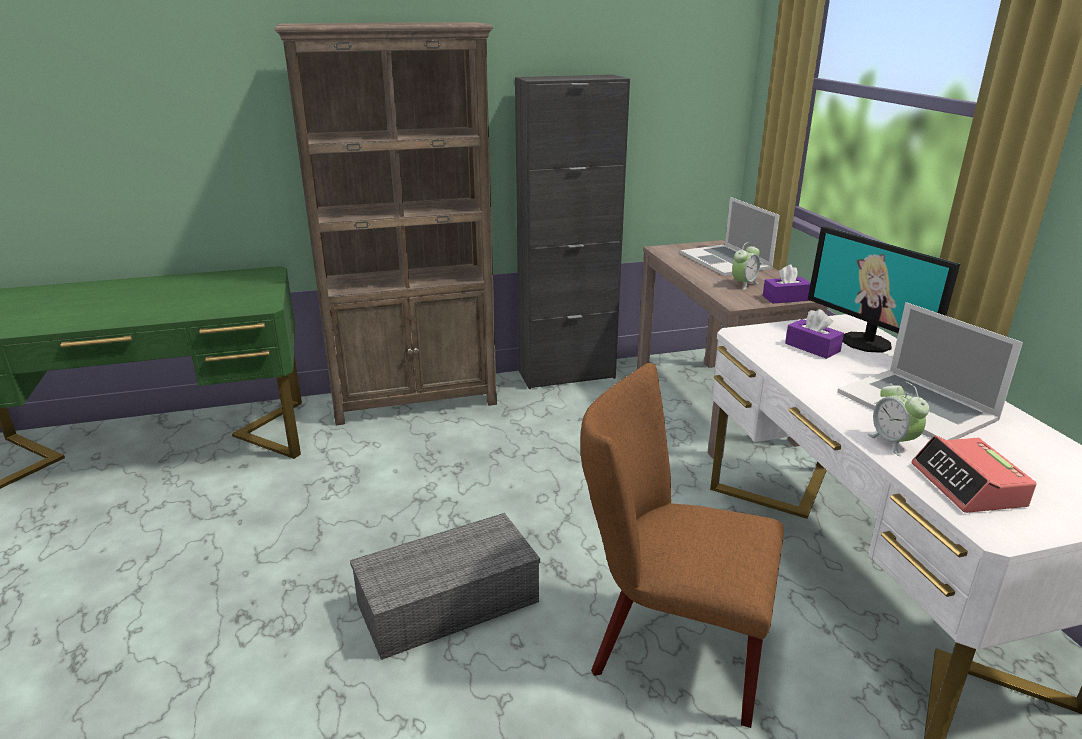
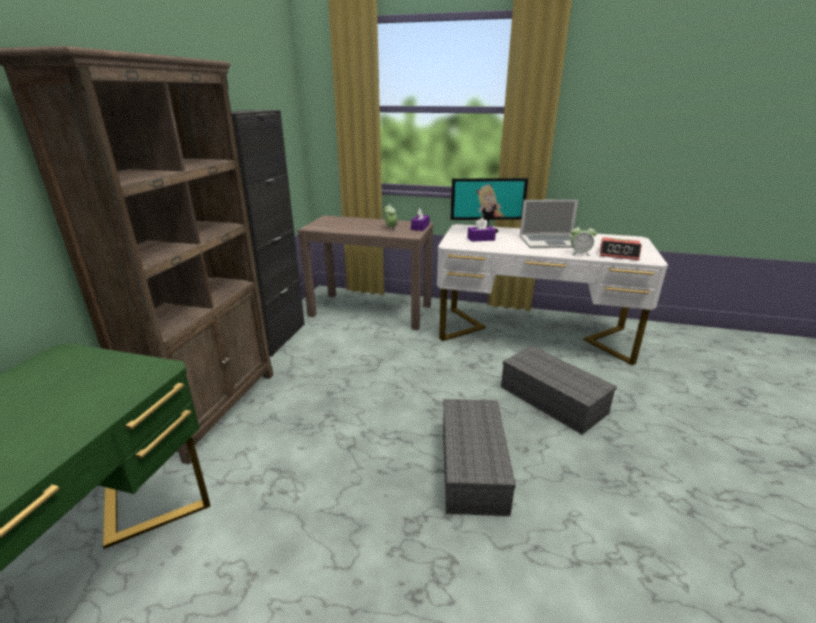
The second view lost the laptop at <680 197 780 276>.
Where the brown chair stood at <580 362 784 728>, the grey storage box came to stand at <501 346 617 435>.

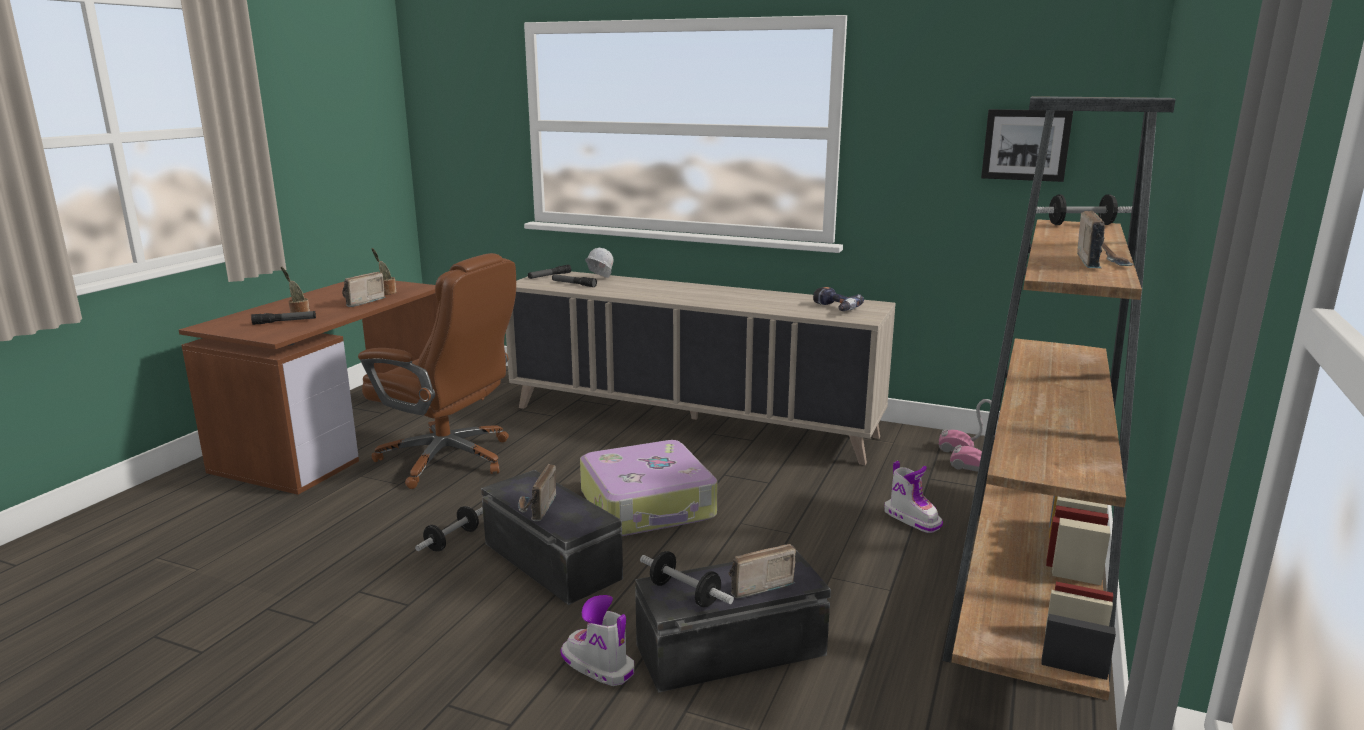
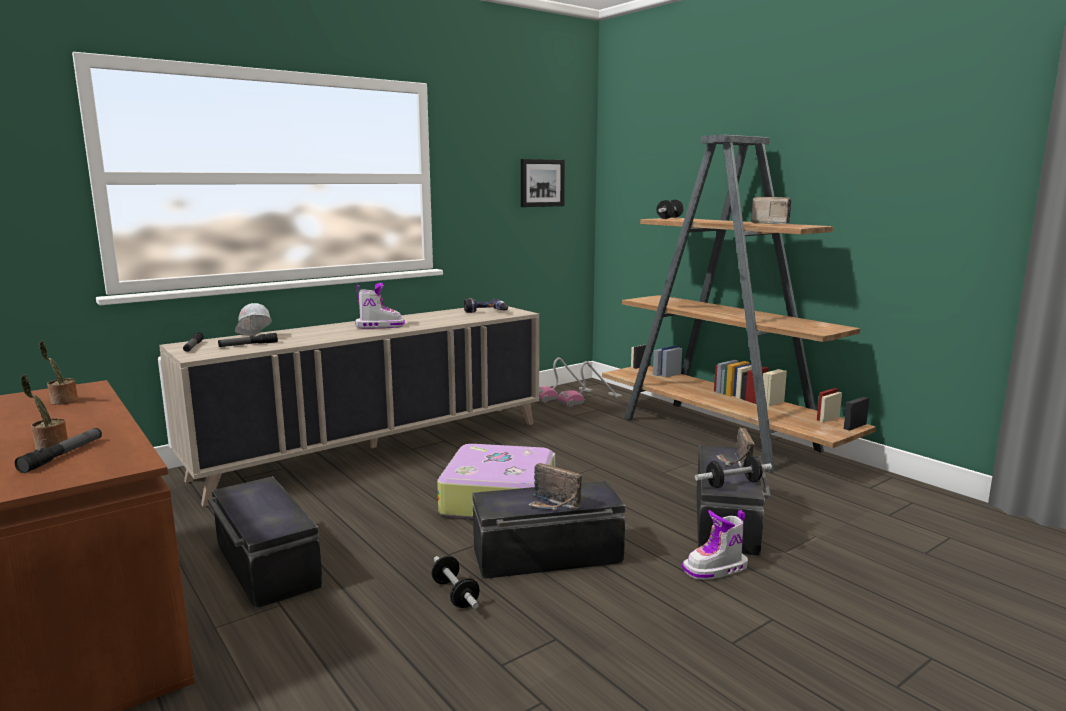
Where the brown office chair stood at <358 253 516 489>, the black storage box came to stand at <208 476 323 609>.
The second view lost the radio at <342 272 386 307>.
The boot ended up elsewhere, having gone from <884 461 943 533> to <355 283 405 329>.

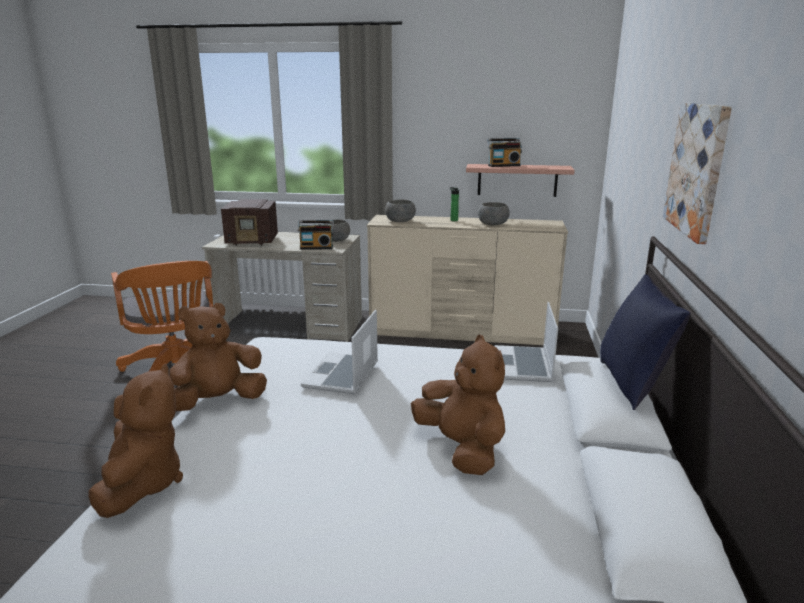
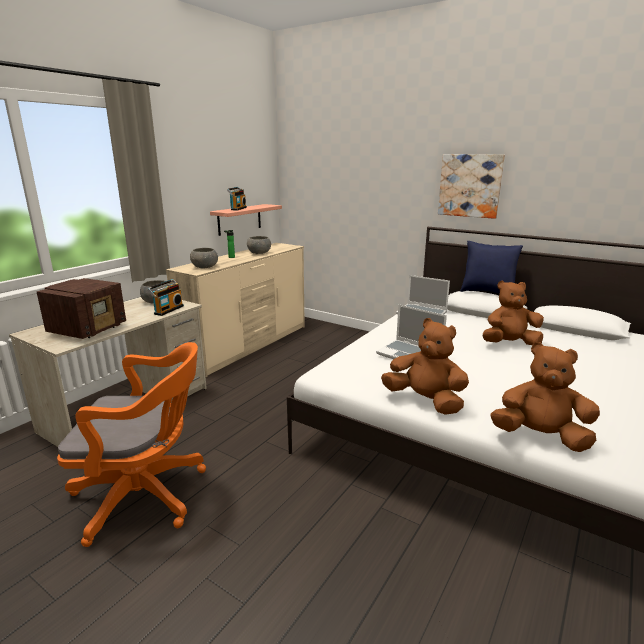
The brown plush toy at <169 303 267 411> ended up facing another way, 135 degrees clockwise from before.

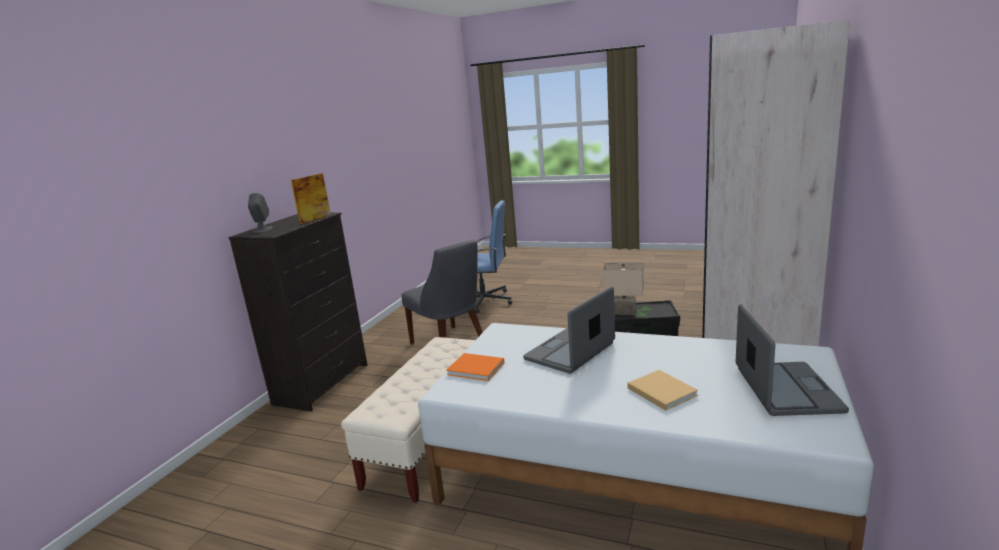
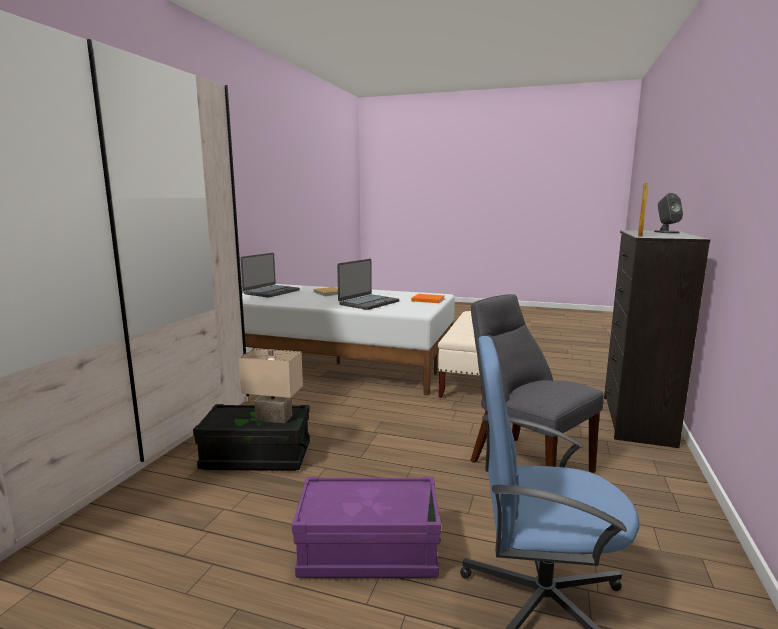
The laptop at <736 304 849 416> ended up facing another way, 150 degrees counterclockwise from before.
The second view gained the purple storage box at <292 477 441 578>.

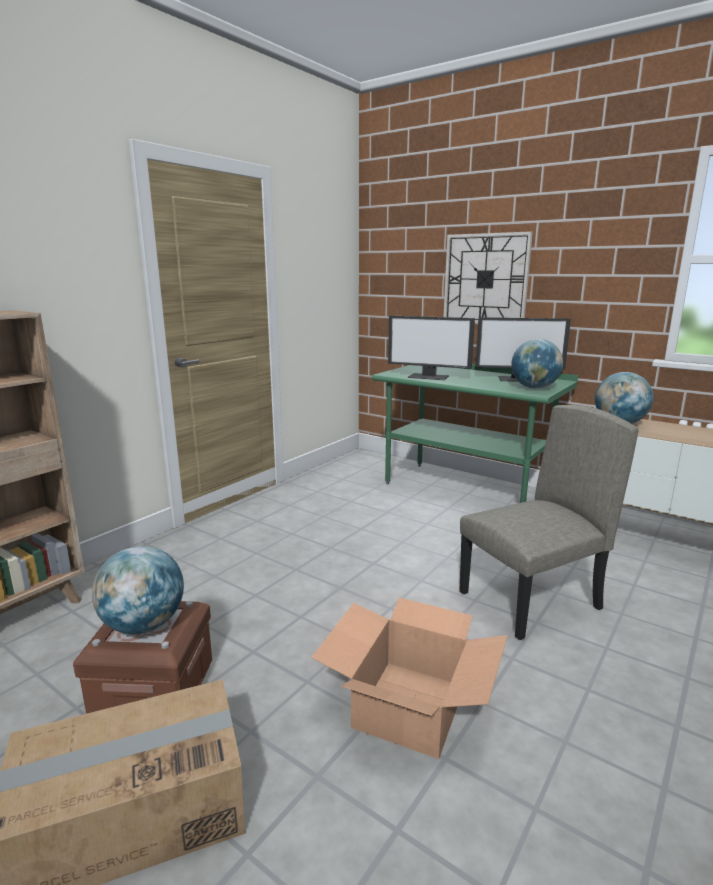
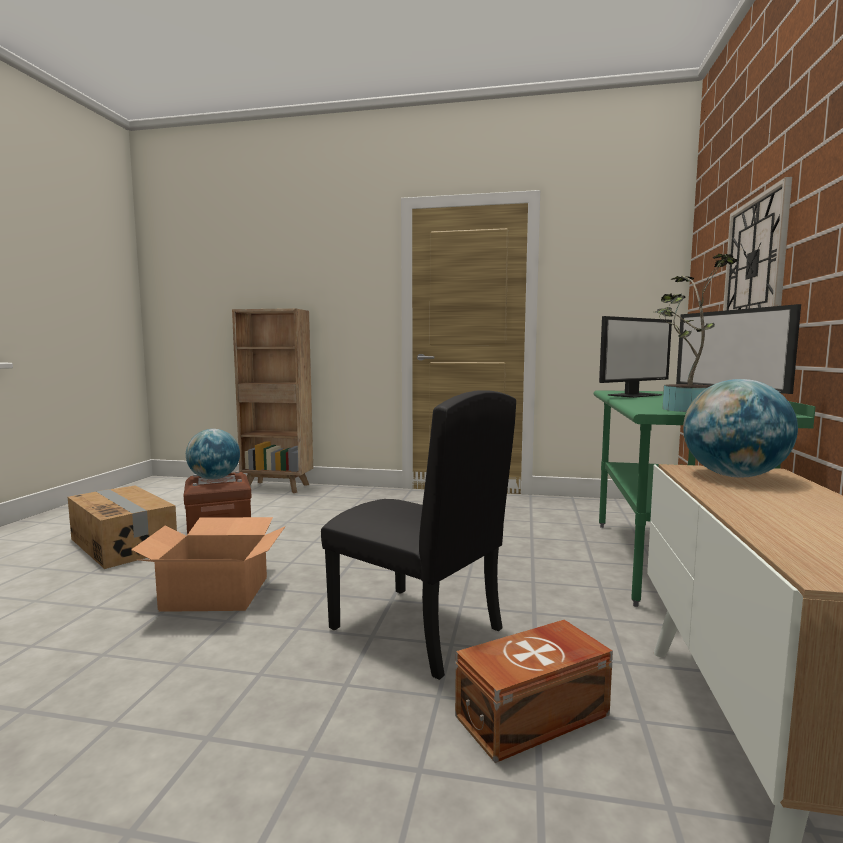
The monitor at <388 316 475 380> ended up facing another way, 120 degrees counterclockwise from before.
Where the globe stood at <511 339 563 389>, the potted plant came to stand at <655 253 738 412>.
What was the beige chair at <459 405 639 640> turned into the black chair at <321 390 516 680>.
The second view gained the brown storage box at <455 620 613 763>.

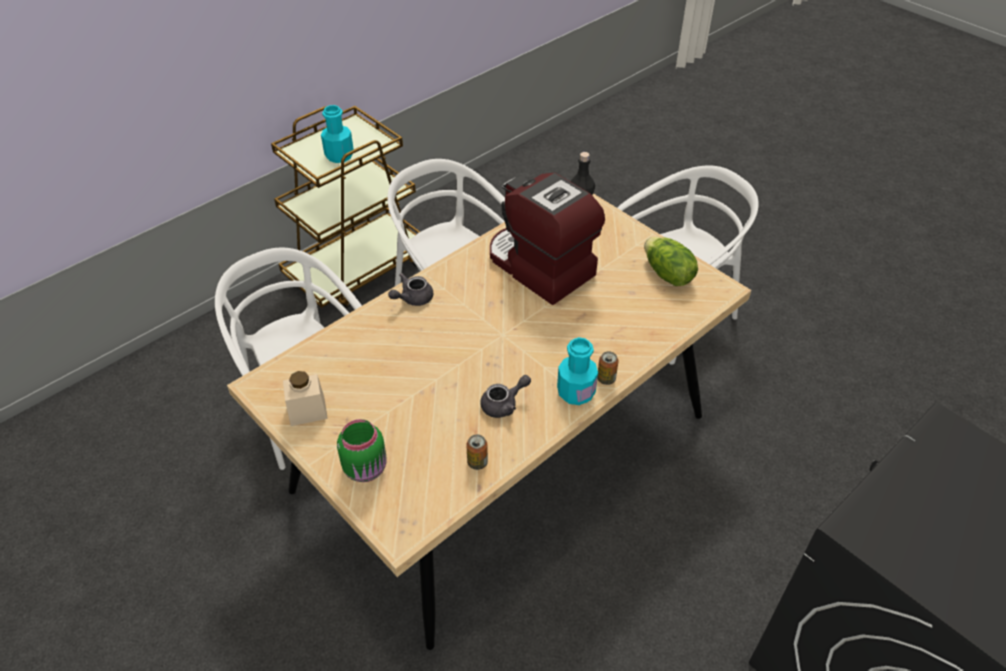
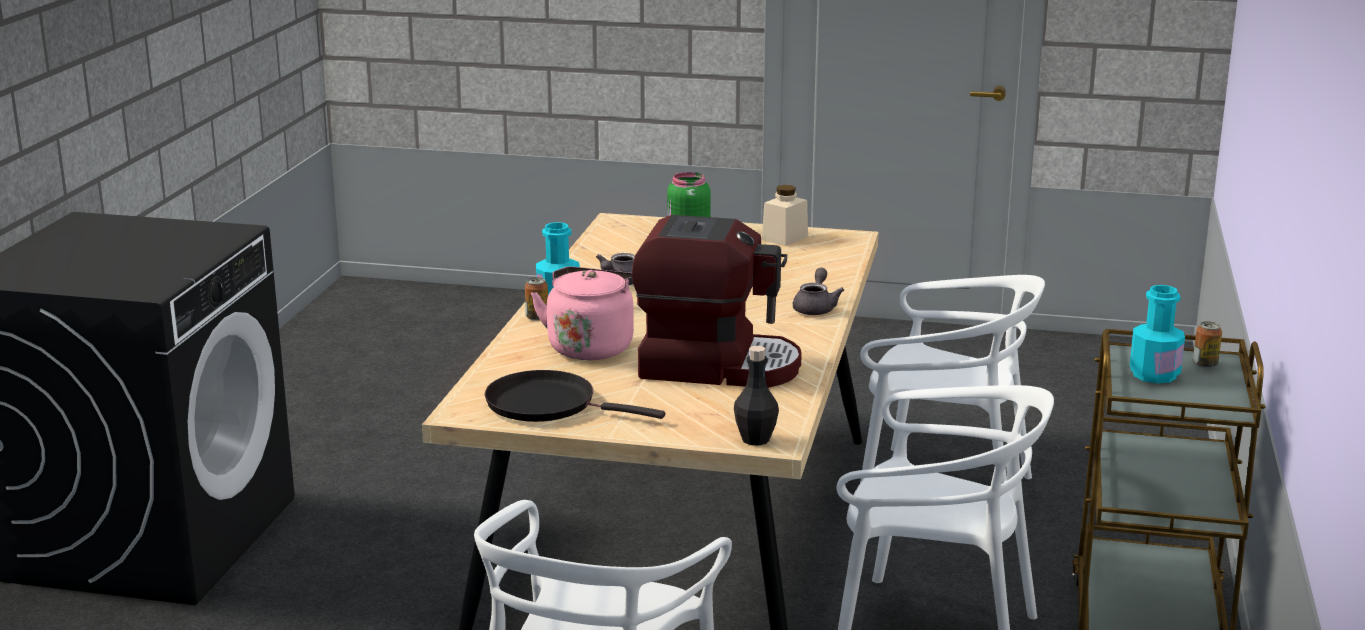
Where the lettuce stood at <644 237 698 286>, the black frying pan came to stand at <485 370 665 422>.
The can ended up elsewhere, having gone from <466 434 488 470> to <1193 321 1222 368>.
The second view gained the pink kettle at <531 267 634 360>.

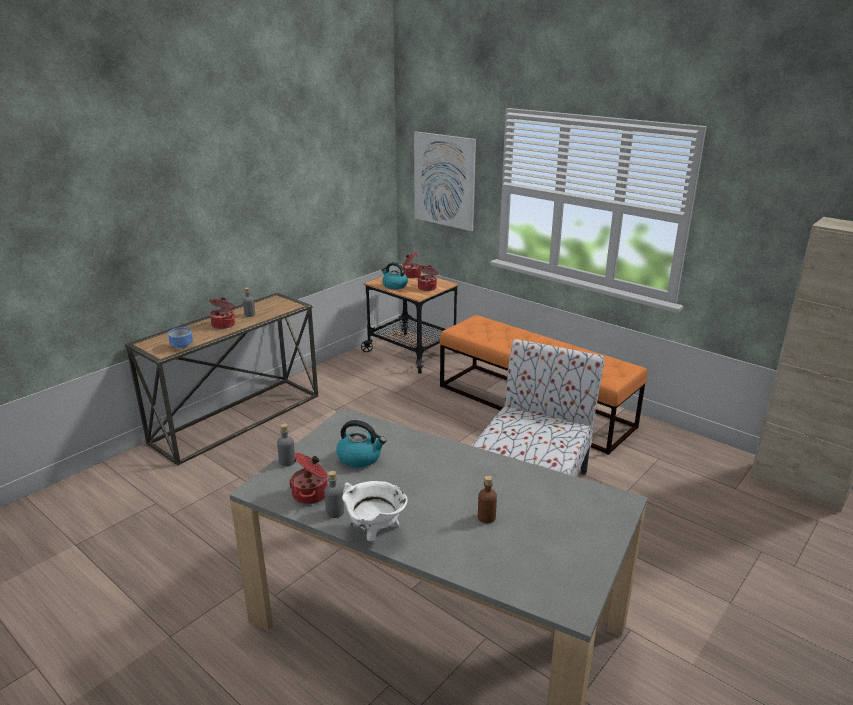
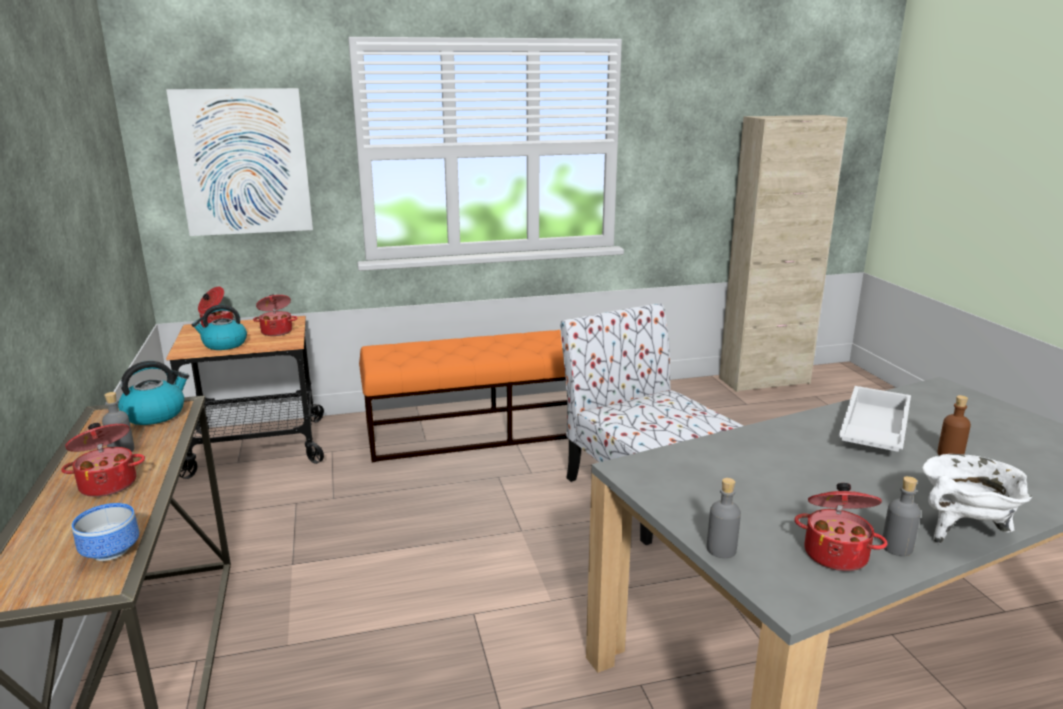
The kettle ended up elsewhere, having gone from <337 420 386 468> to <118 361 189 425>.
The second view gained the white tray at <838 386 911 452>.

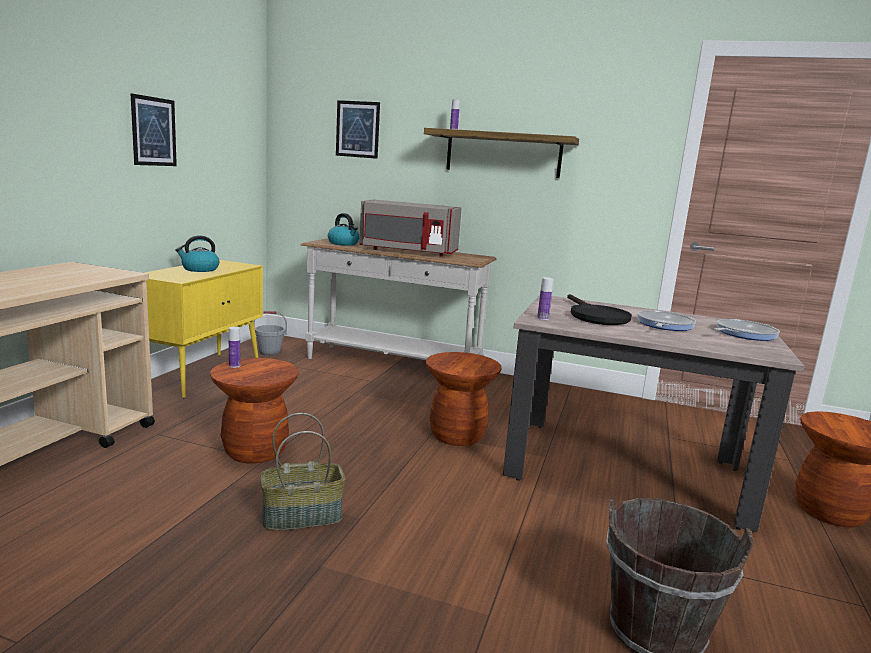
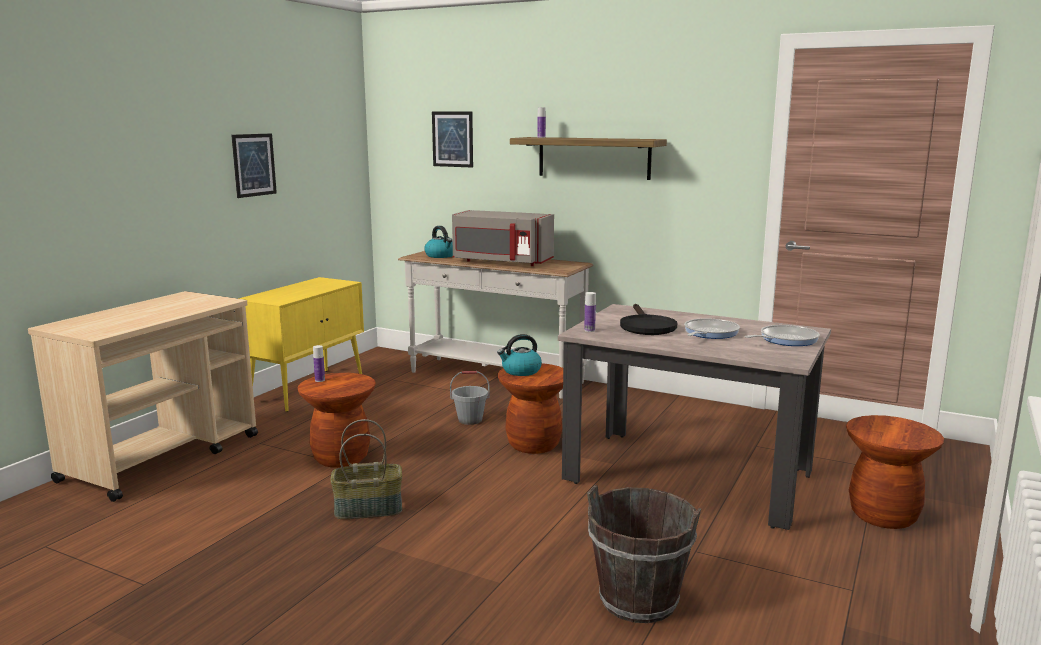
The kettle ended up elsewhere, having gone from <175 235 219 272> to <497 334 542 376>.
The grey bucket ended up elsewhere, having gone from <254 311 287 356> to <450 371 490 425>.

